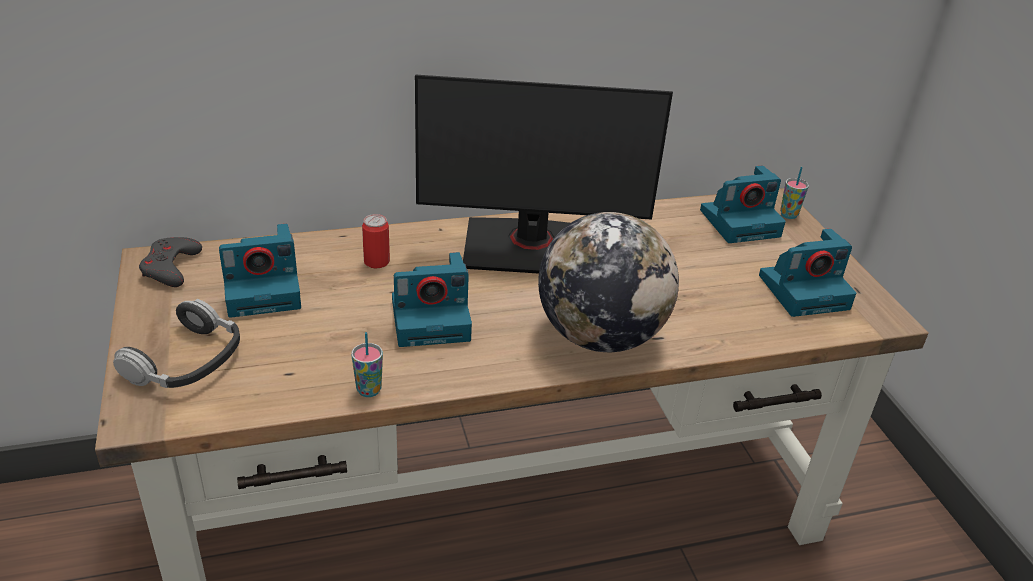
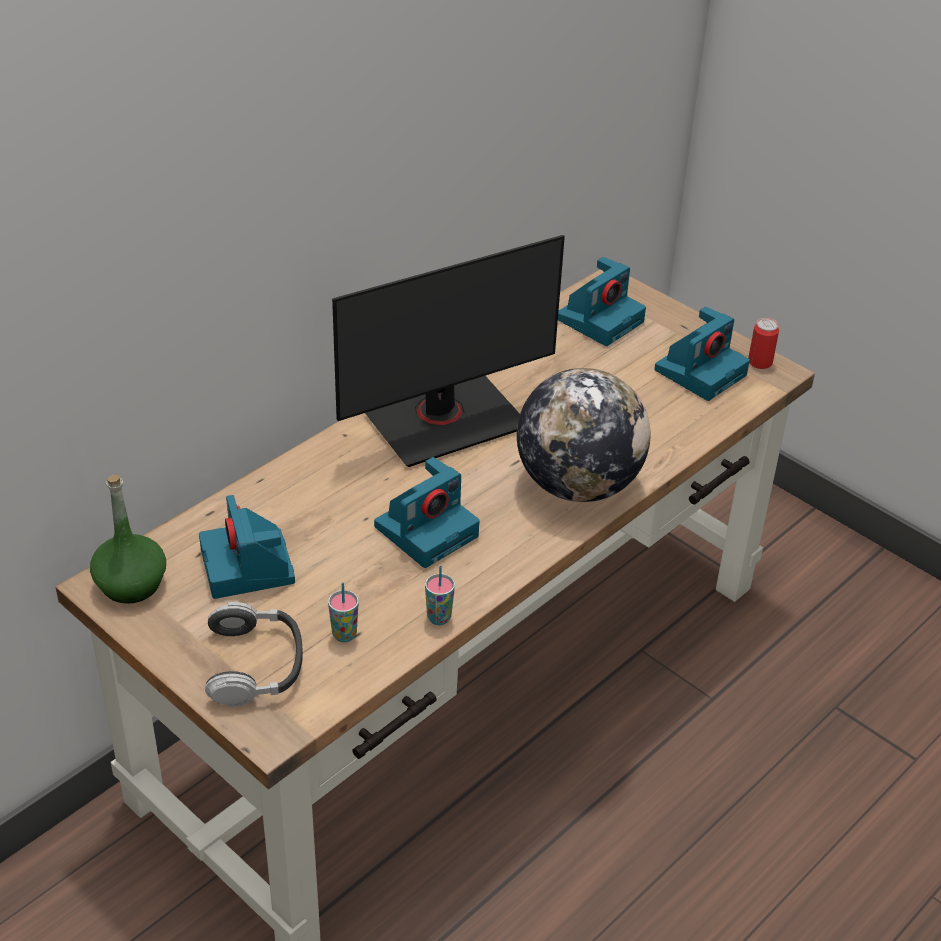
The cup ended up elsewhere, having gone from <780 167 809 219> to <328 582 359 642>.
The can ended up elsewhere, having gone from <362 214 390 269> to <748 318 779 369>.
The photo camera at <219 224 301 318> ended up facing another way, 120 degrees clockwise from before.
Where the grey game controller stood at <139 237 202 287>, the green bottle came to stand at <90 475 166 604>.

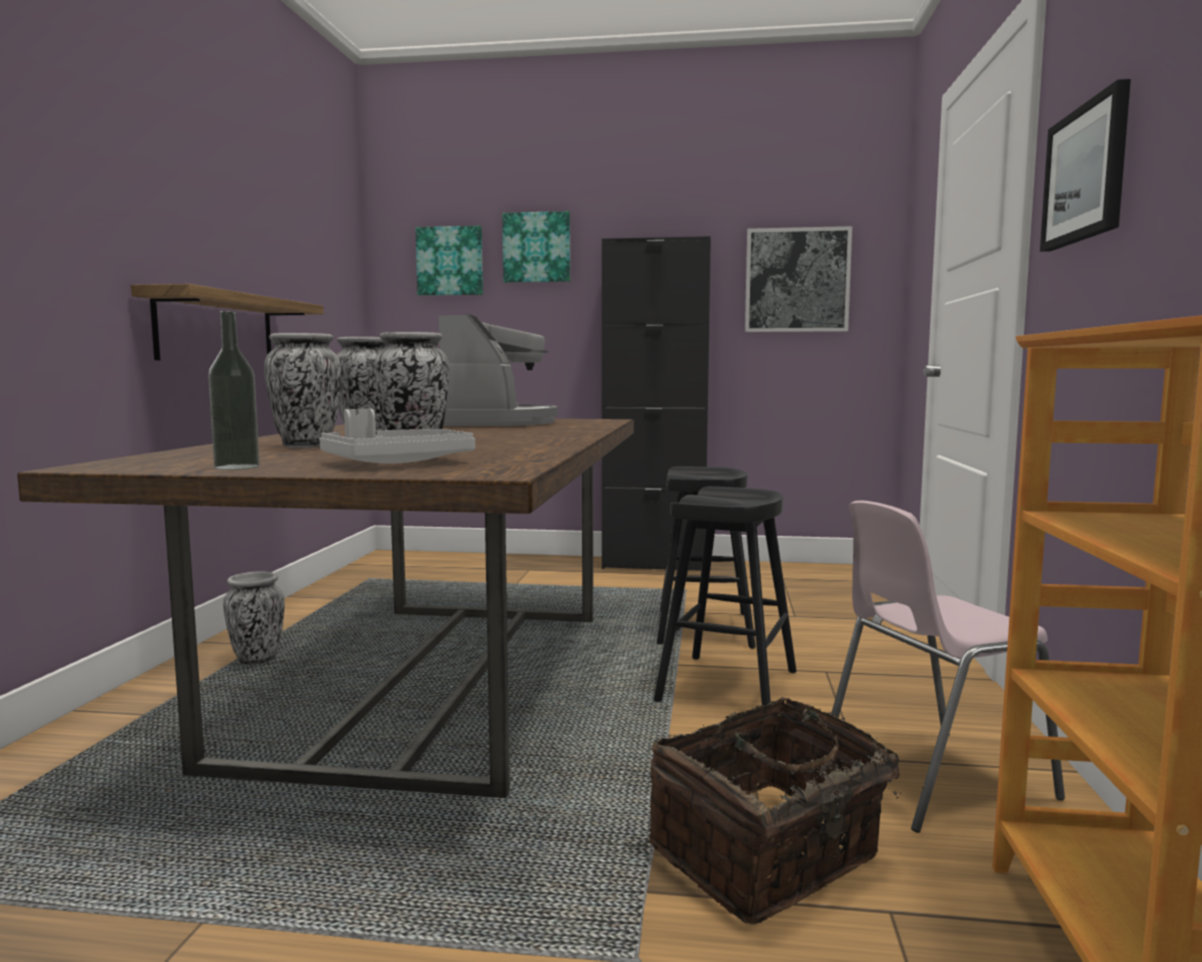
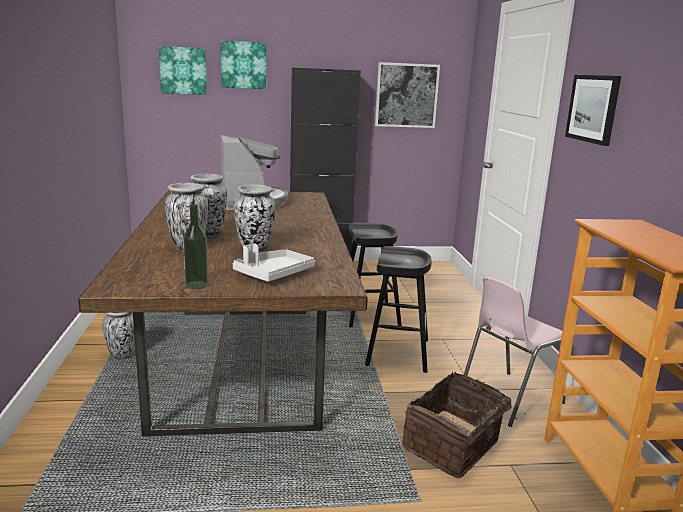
The second view lost the shelf at <131 284 324 360>.

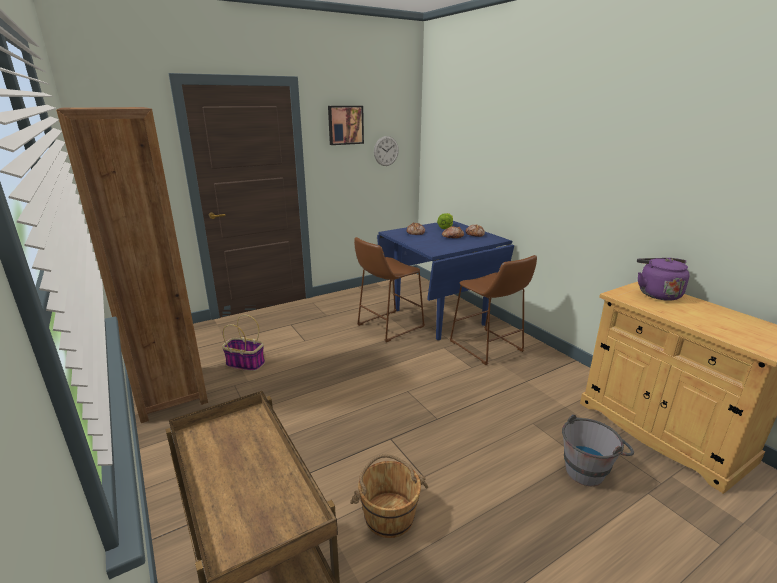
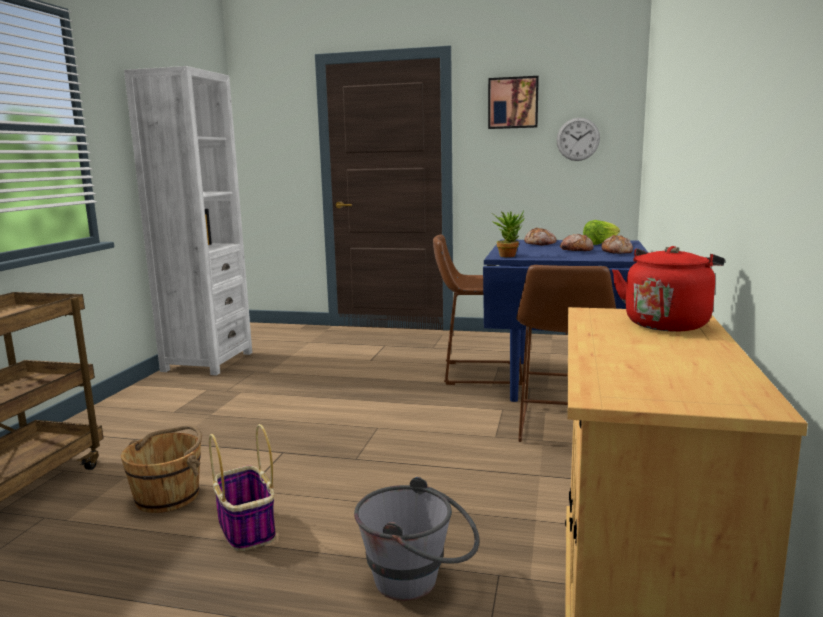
What was the brown bookcase at <56 107 208 423> turned into the white bookcase at <124 66 252 375>.
What was the purple kettle at <637 258 690 301> turned into the red kettle at <612 246 725 331>.
The basket ended up elsewhere, having gone from <222 315 265 371> to <209 424 276 551>.
The second view gained the potted plant at <491 210 524 257>.

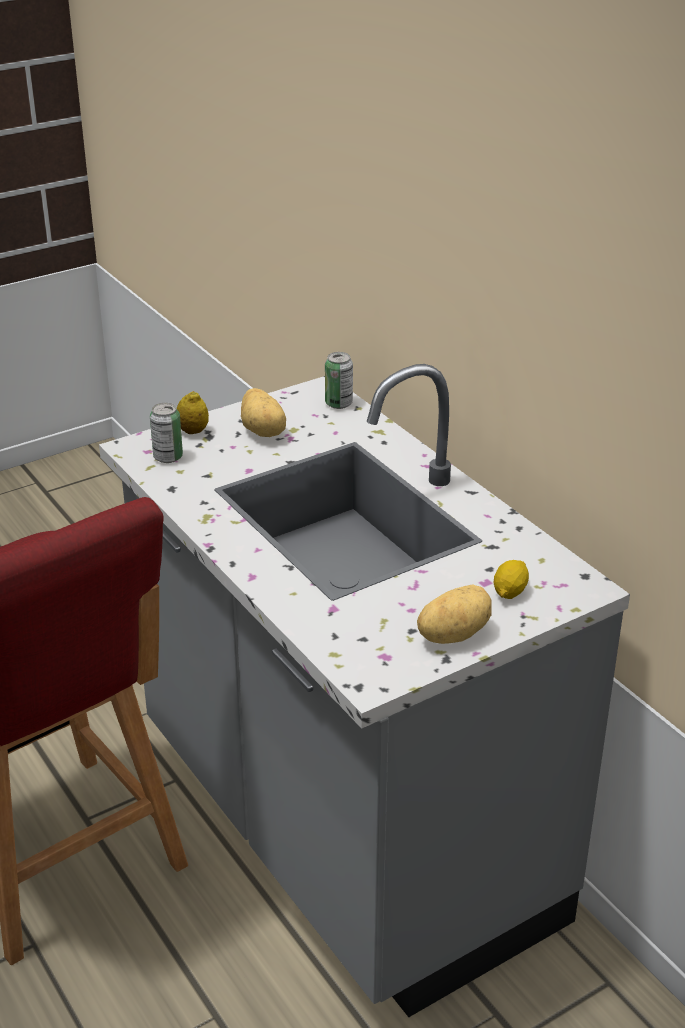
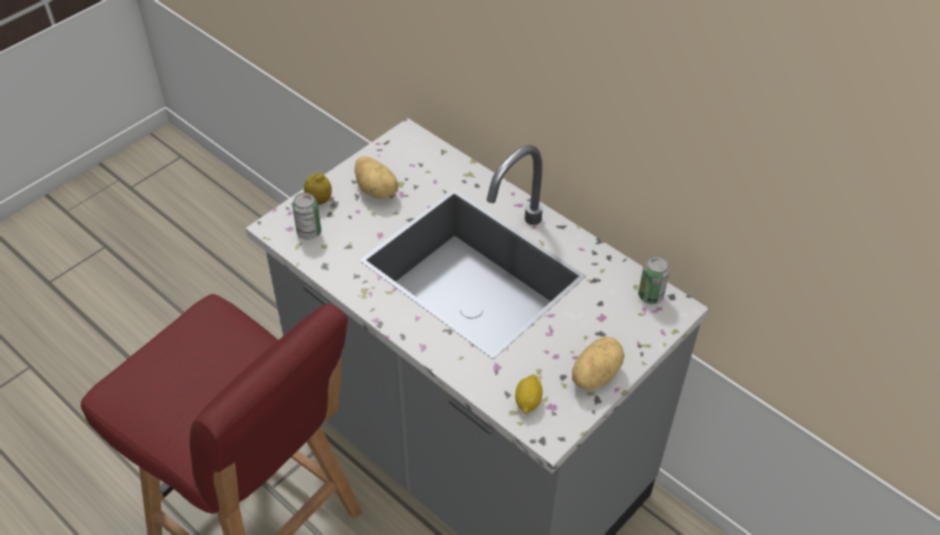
The can ended up elsewhere, having gone from <325 352 353 409> to <638 256 670 304>.
The lemon ended up elsewhere, having gone from <494 560 529 599> to <515 374 543 414>.

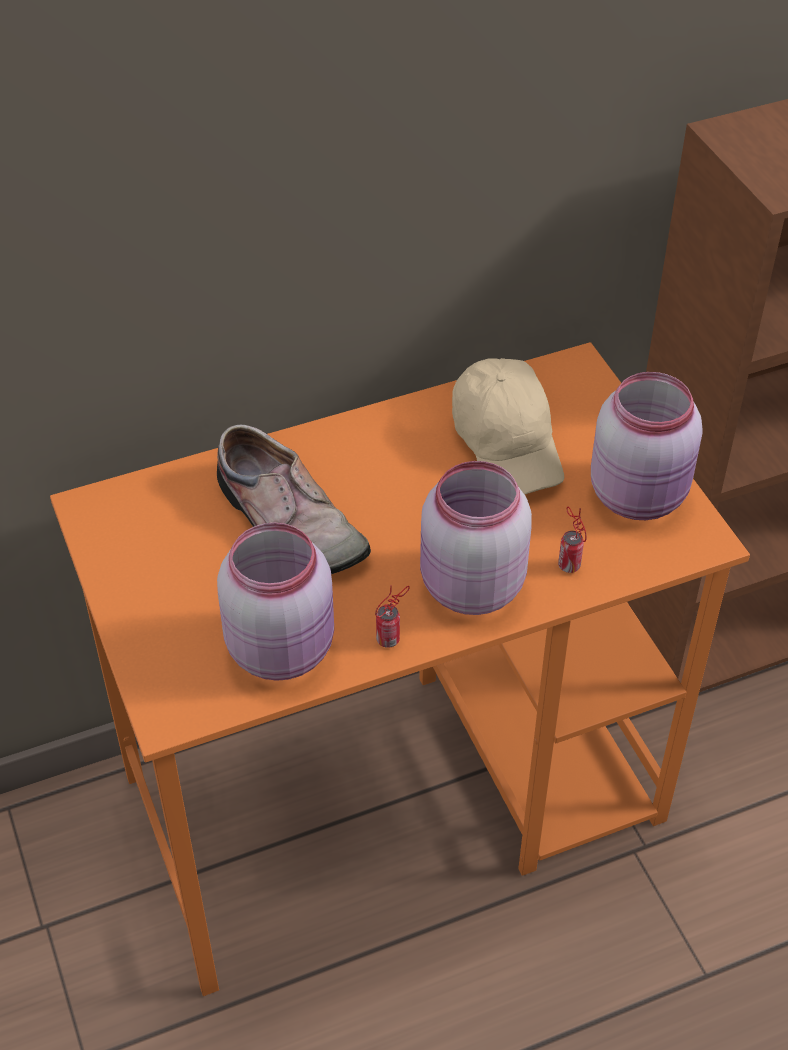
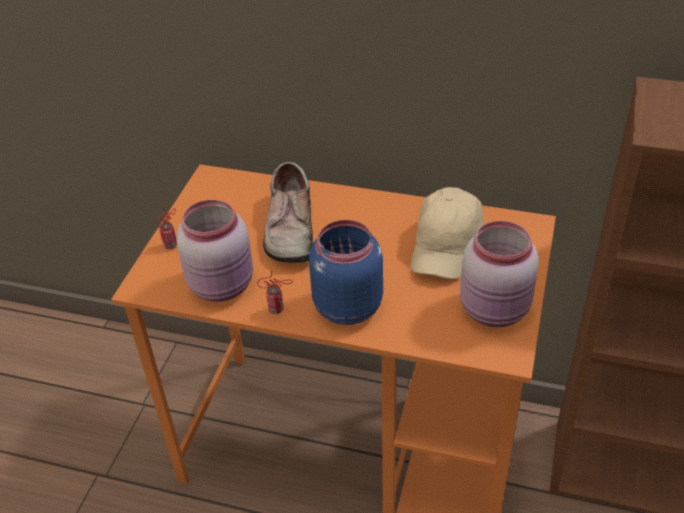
What was the pink jar at <420 461 532 615> turned into the blue jar at <309 220 383 325>.
The can ended up elsewhere, having gone from <558 507 587 573> to <157 206 177 249>.

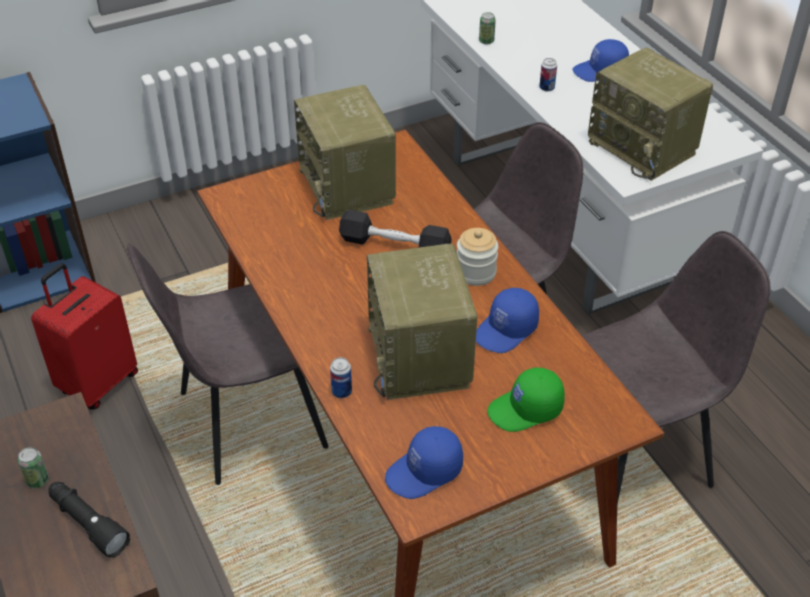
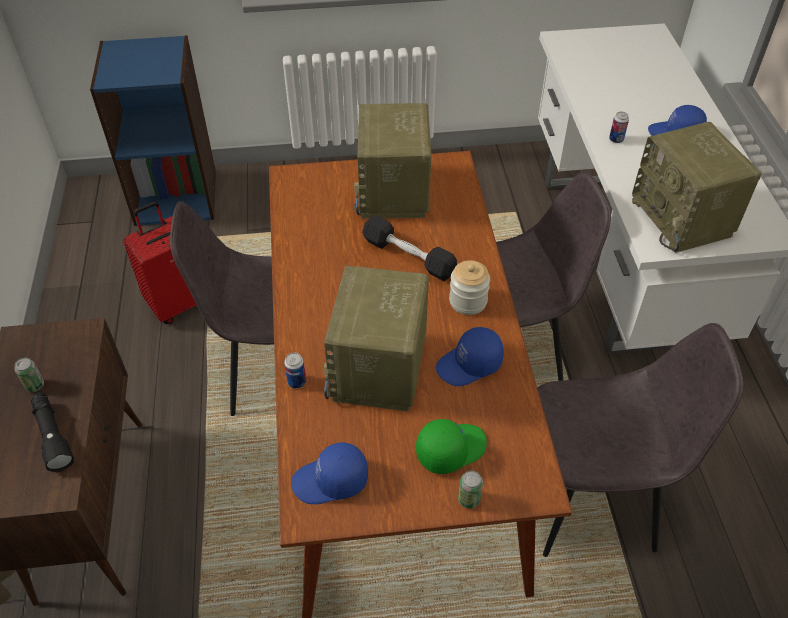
The can ended up elsewhere, having gone from <479 12 496 44> to <458 471 483 509>.
The green cap at <487 367 565 432> ended up facing another way, 150 degrees clockwise from before.

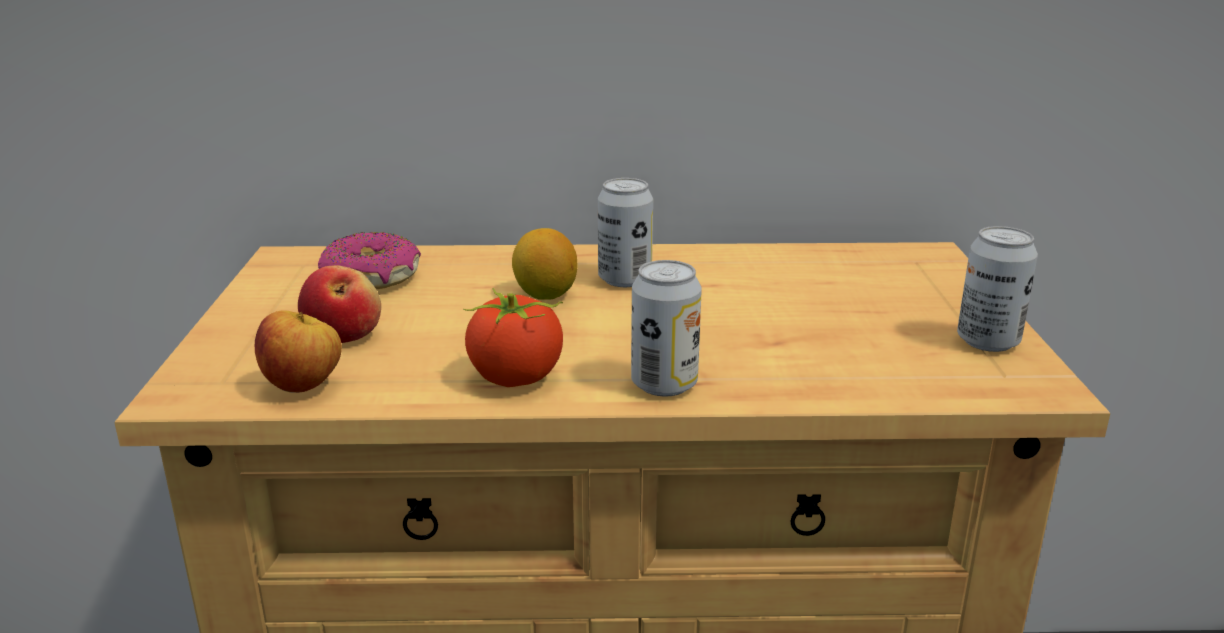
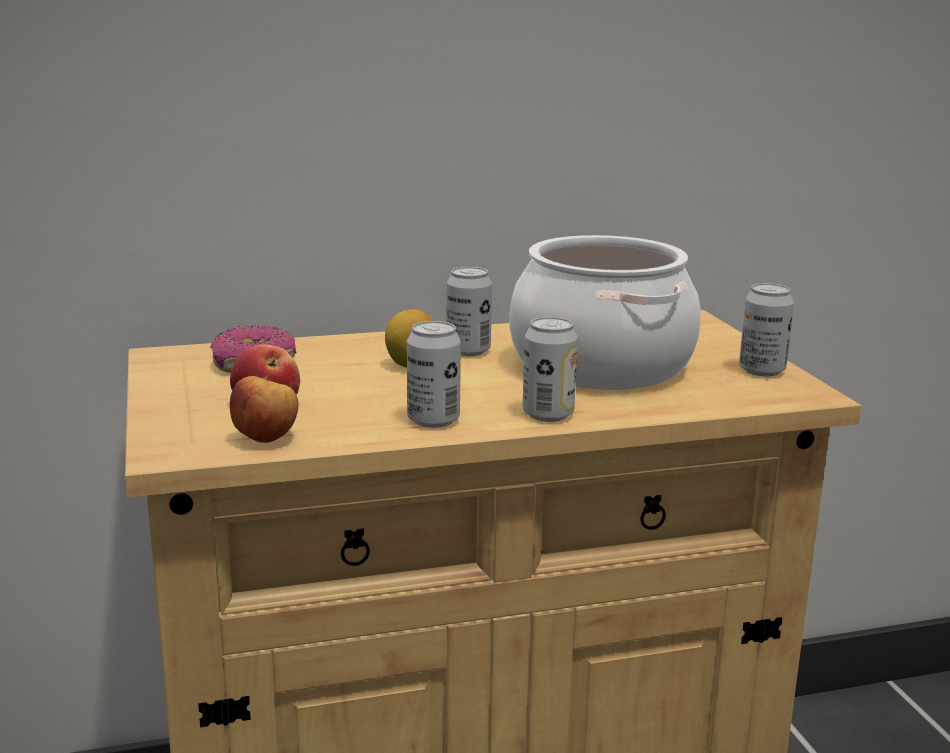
Where the tomato stood at <463 288 563 387>, the can came to stand at <407 321 461 428>.
The second view gained the cooking pot at <510 235 701 390>.

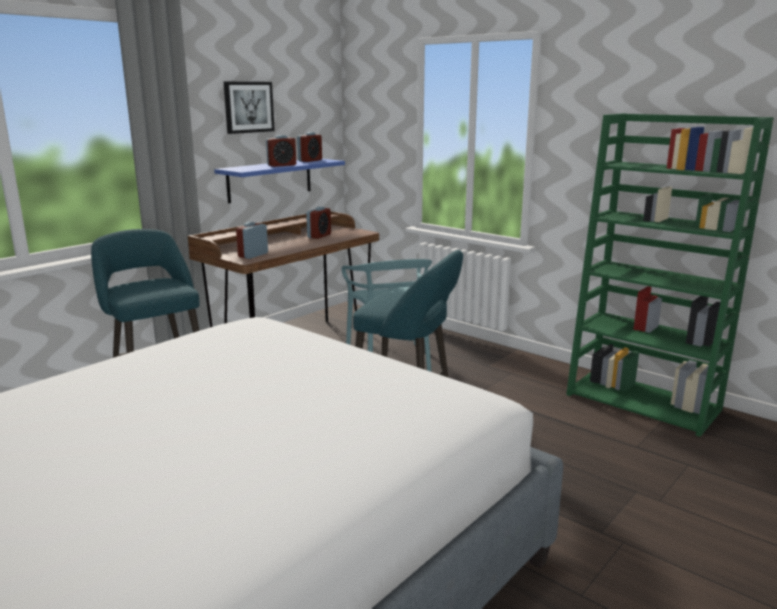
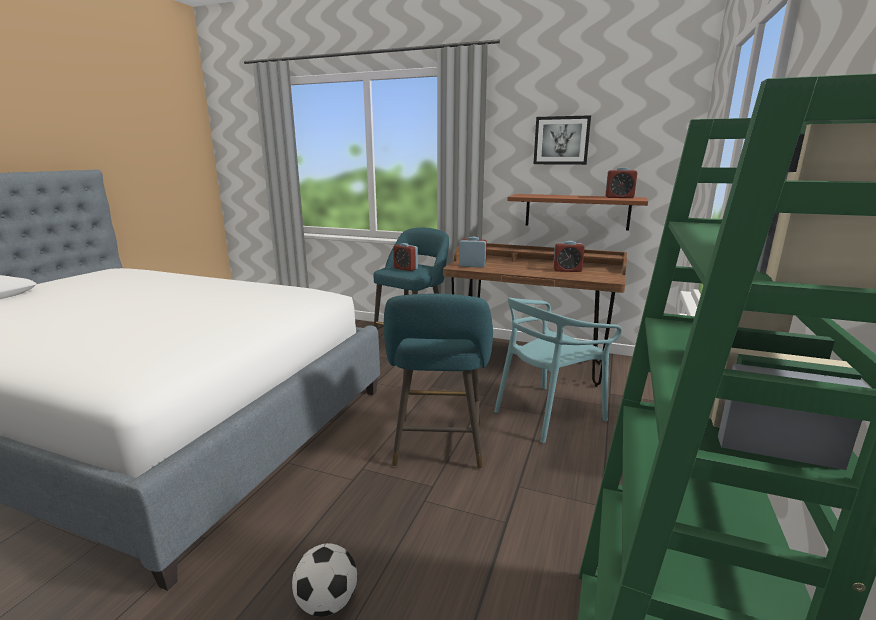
The alarm clock ended up elsewhere, having gone from <266 135 296 167> to <393 243 418 271>.
What was the blue shelf at <214 159 345 203> turned into the brown shelf at <507 194 648 231>.
The second view gained the football at <292 543 357 617>.

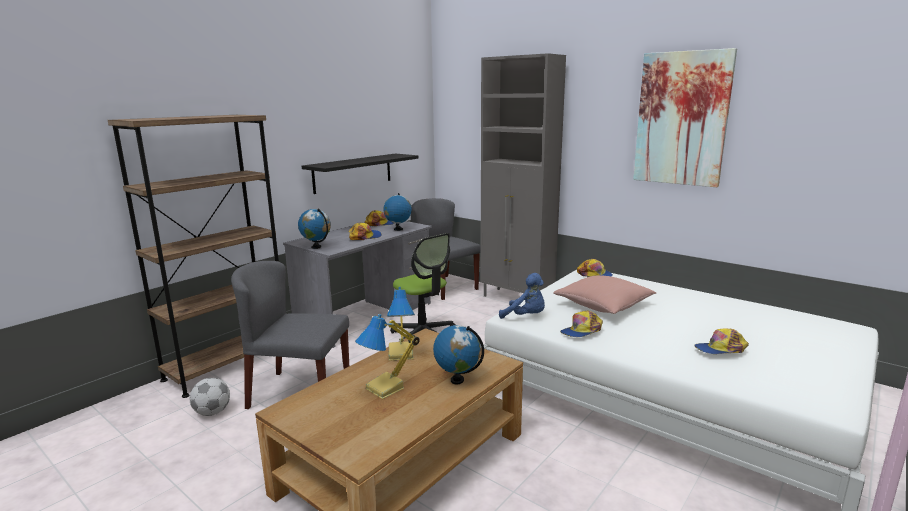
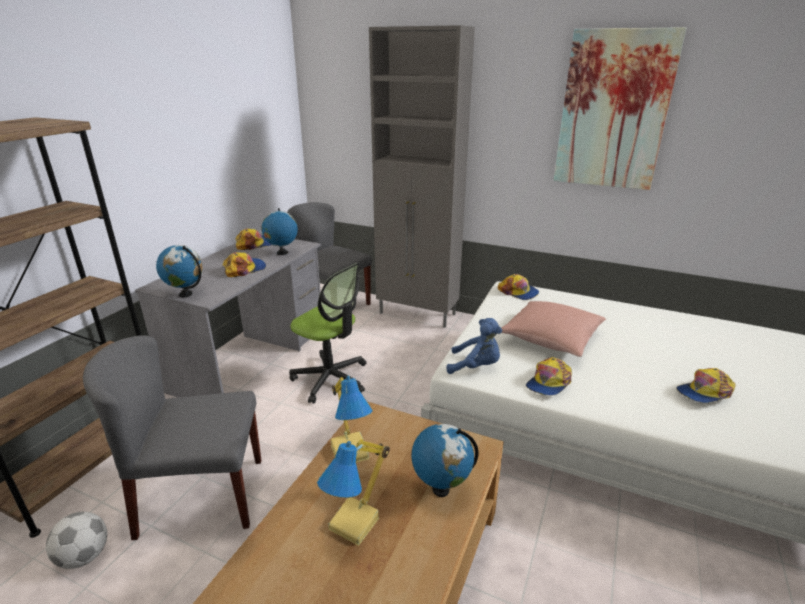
The second view lost the black shelf at <302 153 418 194>.

